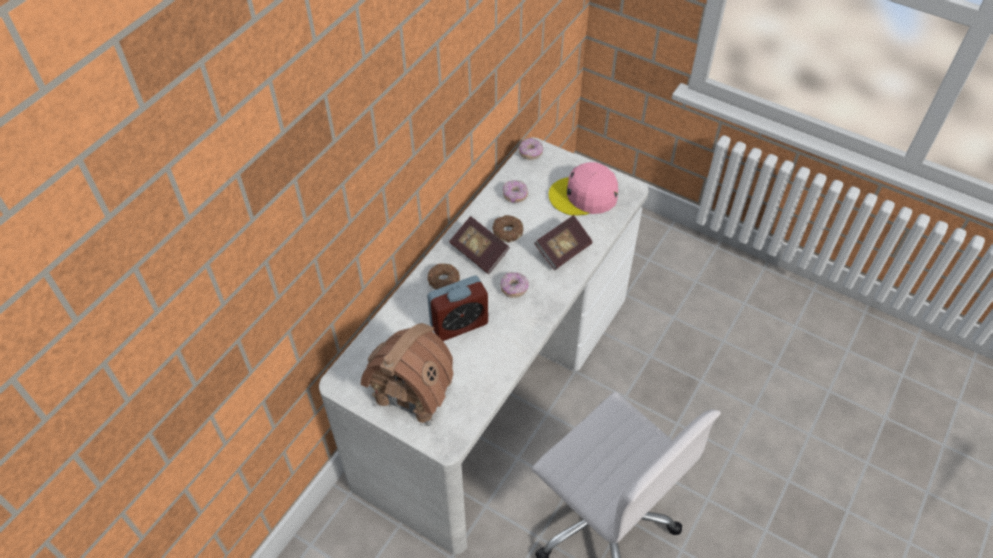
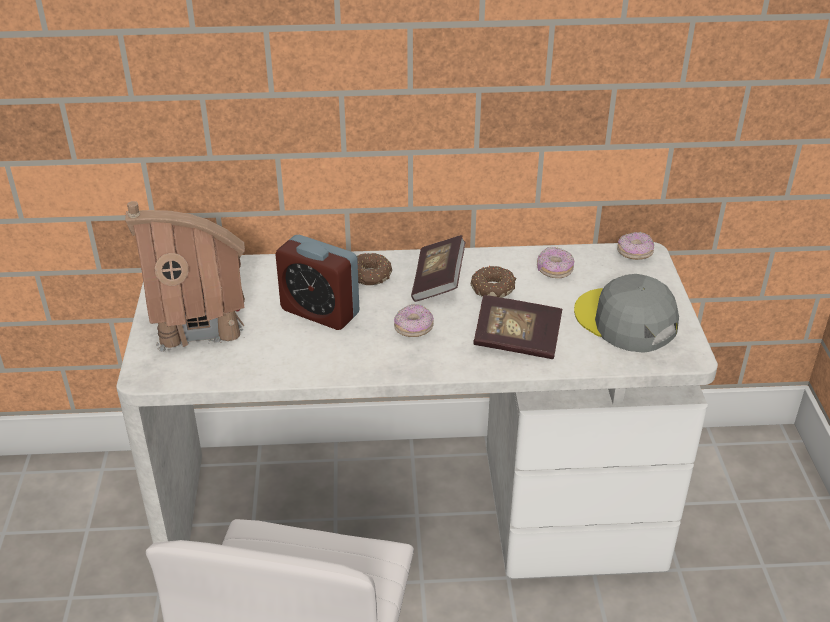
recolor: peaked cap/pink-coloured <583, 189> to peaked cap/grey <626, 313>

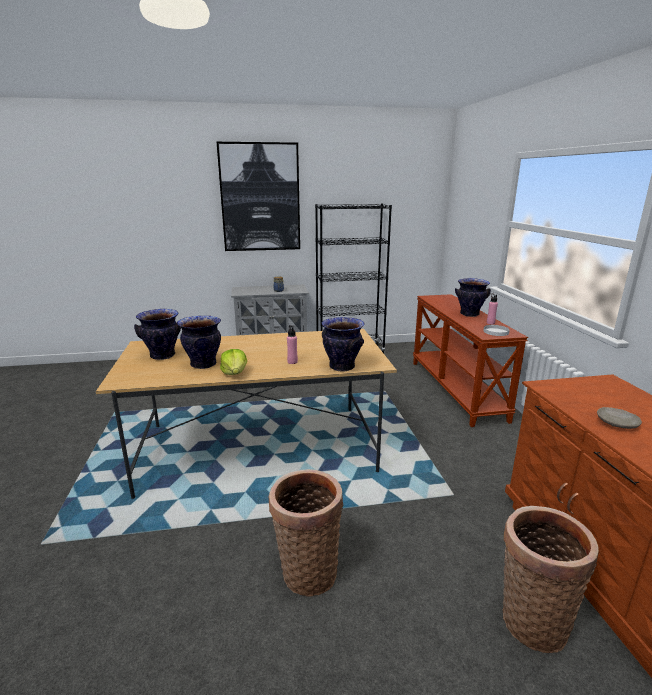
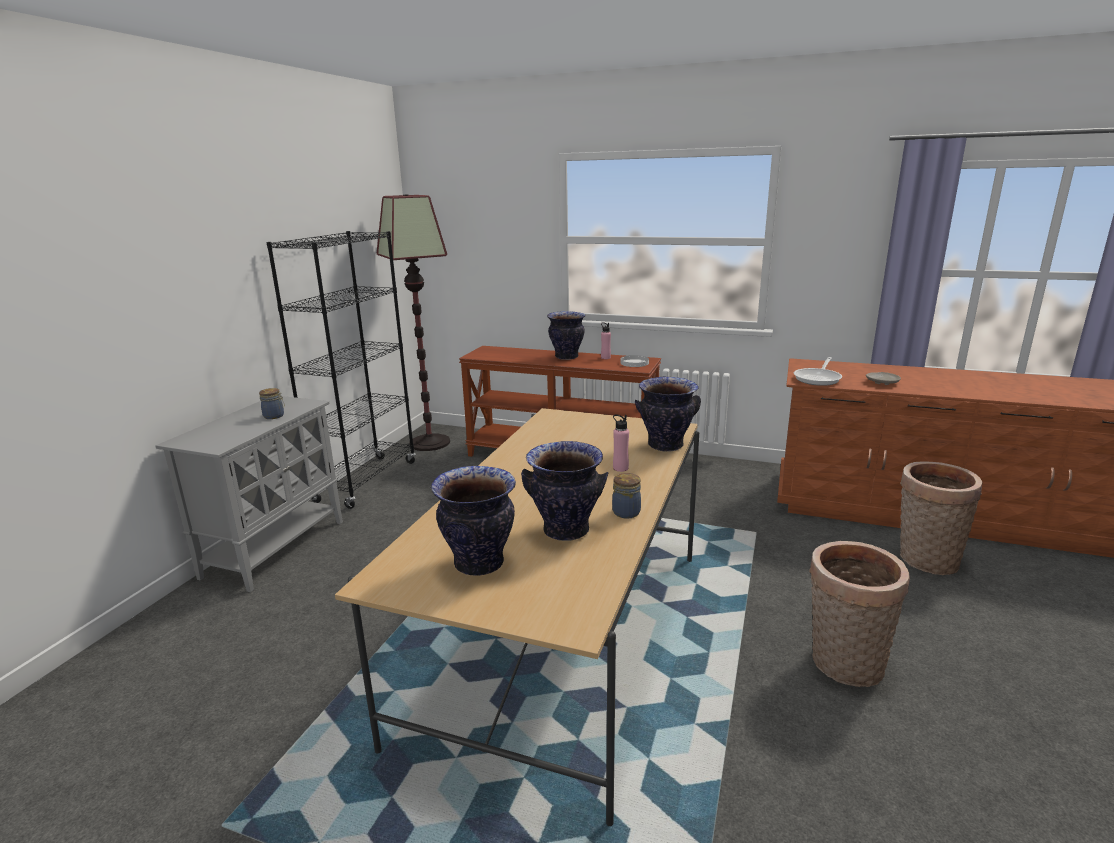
delete: wall picture <258, 196>
insert: standing lamp <413, 323>; frying pan <818, 371>
replace: lettuce <233, 362> to preserve jar <626, 496>

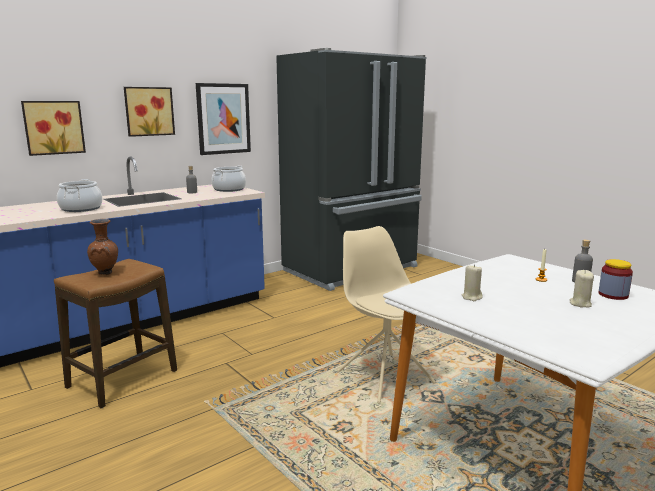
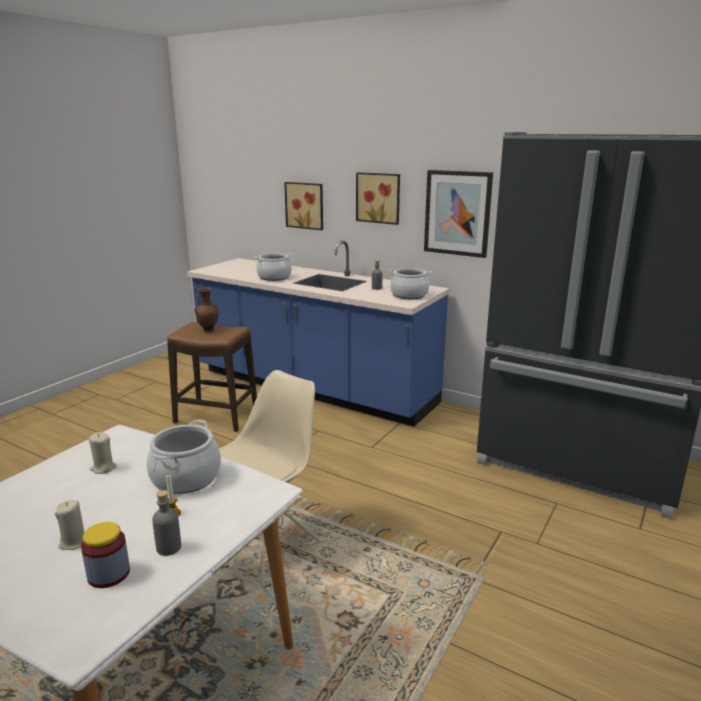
insert: stockpot <183, 457>

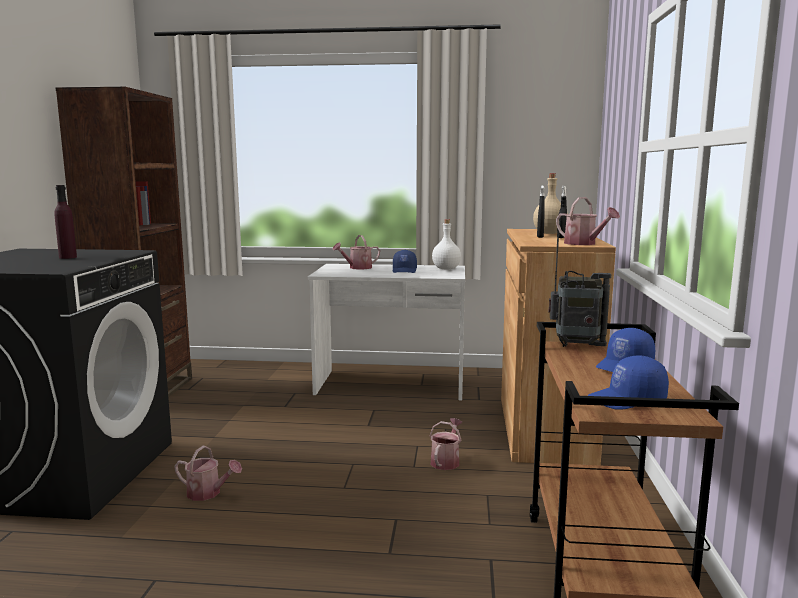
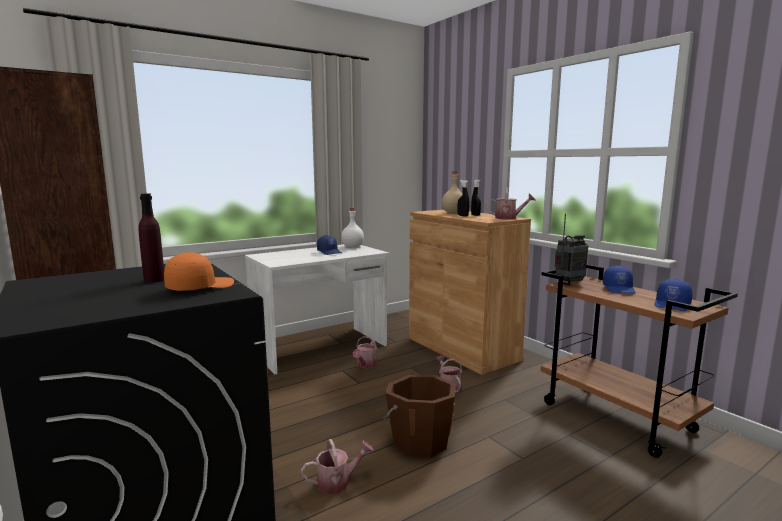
insert: peaked cap/orangey <199, 271>; pail/brown-coloured <419, 416>
move: sprinkling can <356, 252> to <365, 352>

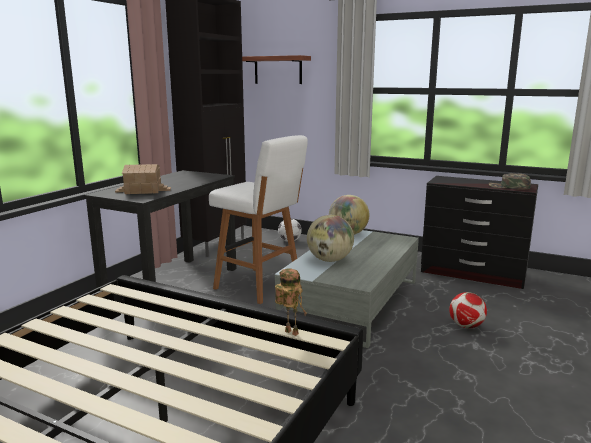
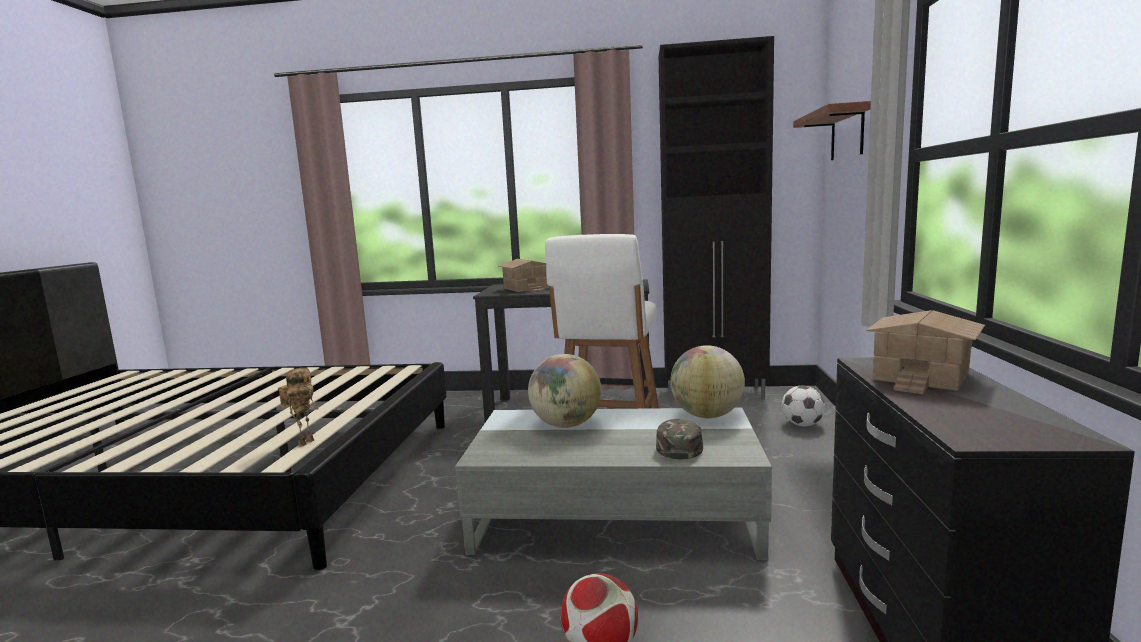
insert: miniature house <925, 352>
move: peaked cap/green-coloured <510, 181> to <679, 439>

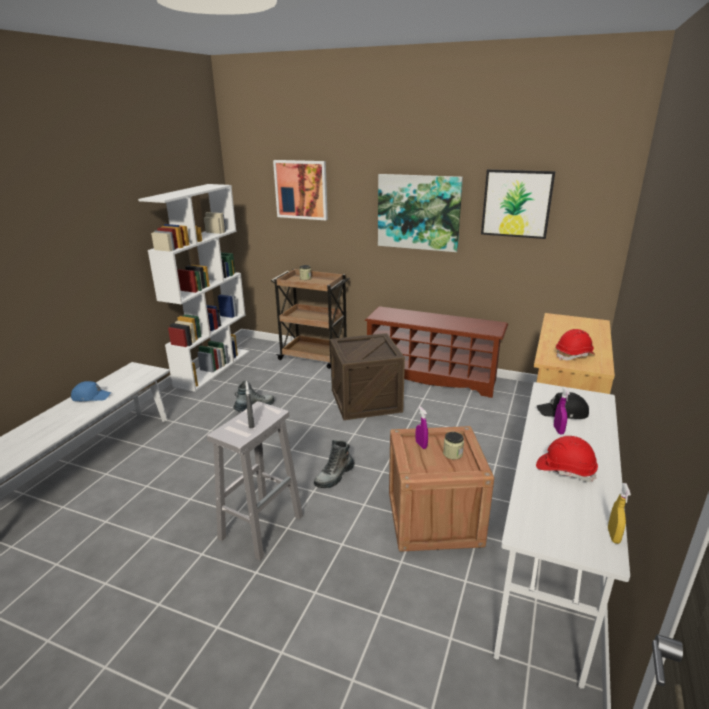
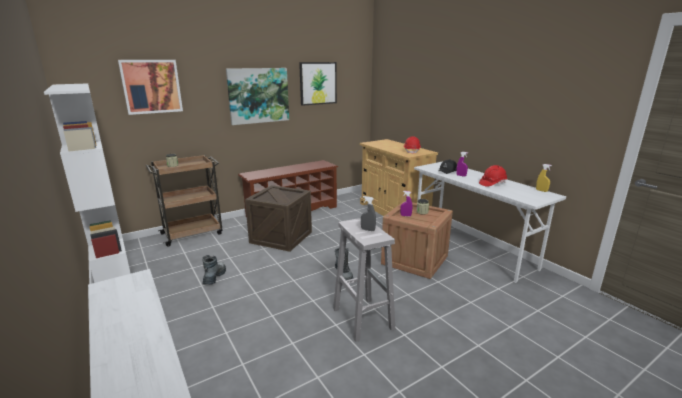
delete: peaked cap/bluish <91, 391>

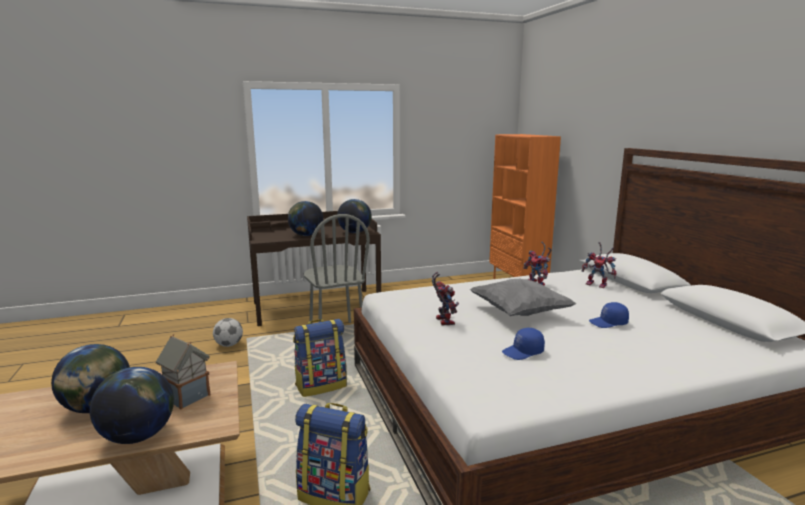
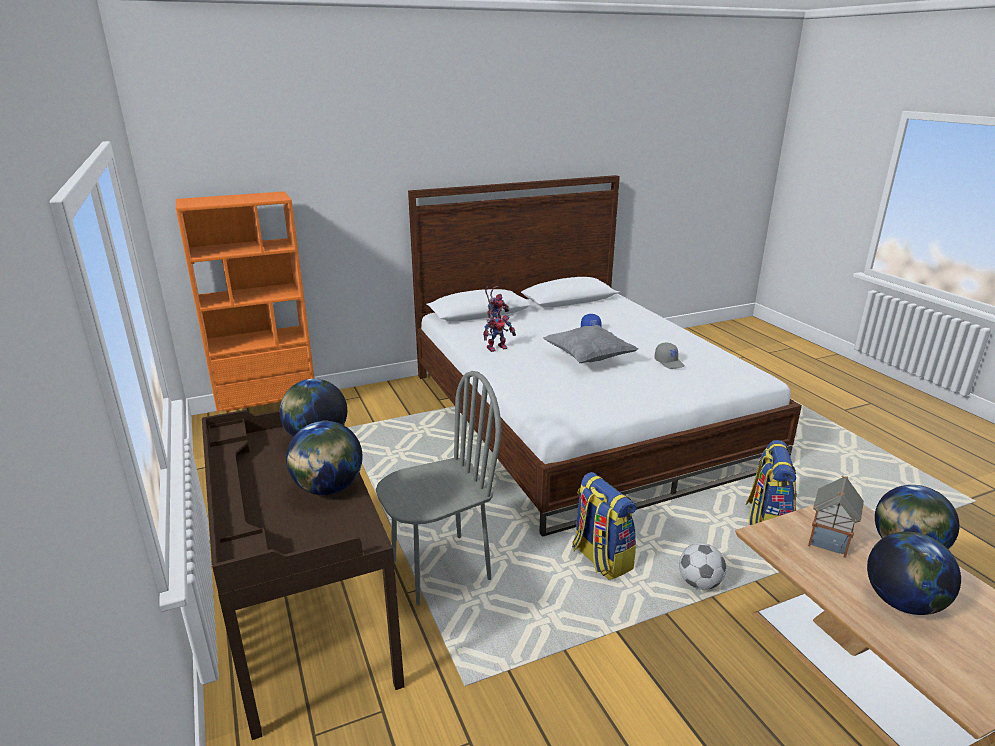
delete: model robot <445, 298>
move: ball for football <228, 332> to <702, 566>
recolor: peaked cap/bluish <523, 344> to peaked cap/grey <669, 356>

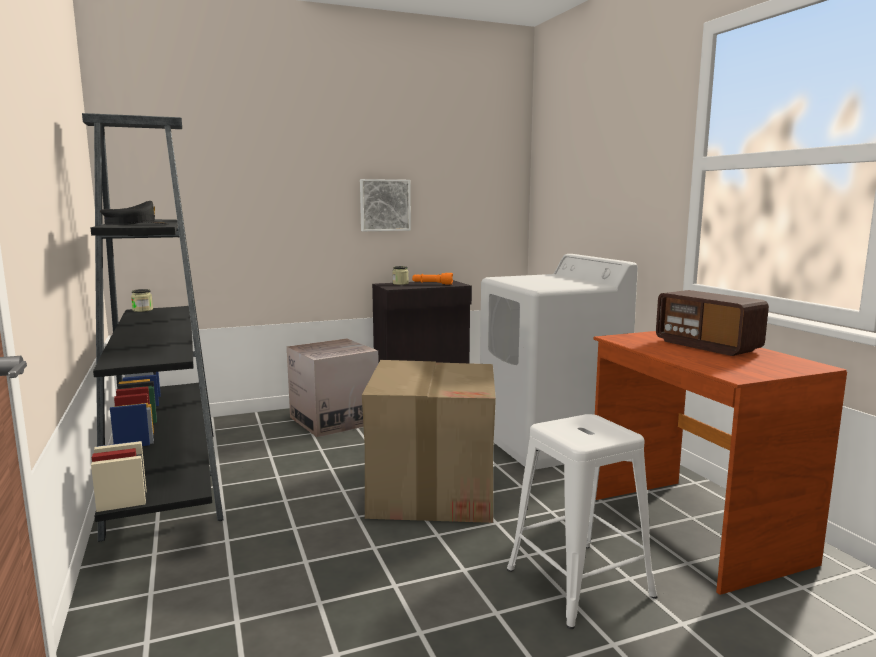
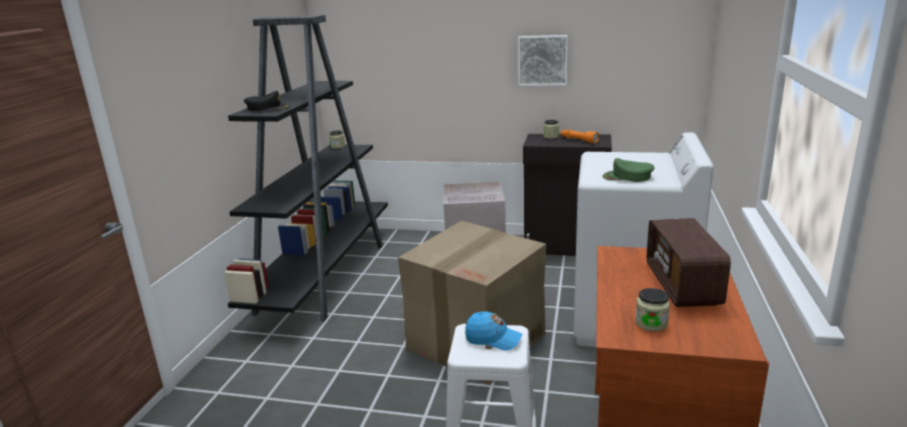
insert: peaked cap/green-coloured <628, 170>; preserve jar <652, 309>; peaked cap/bluish <493, 331>

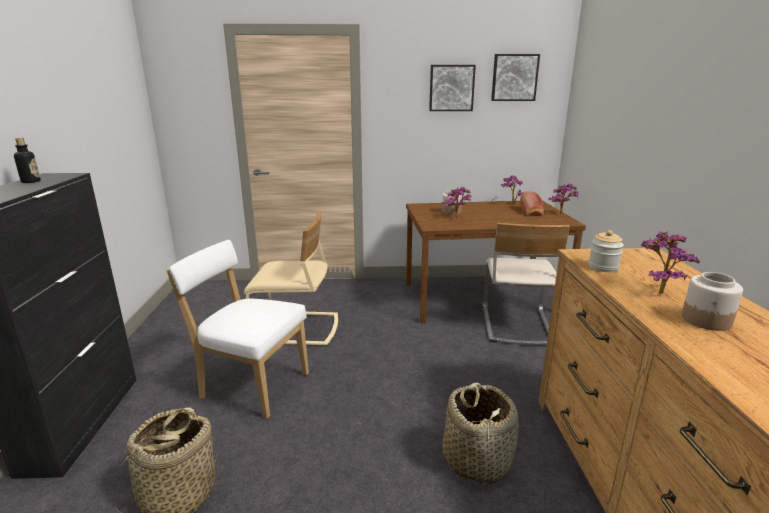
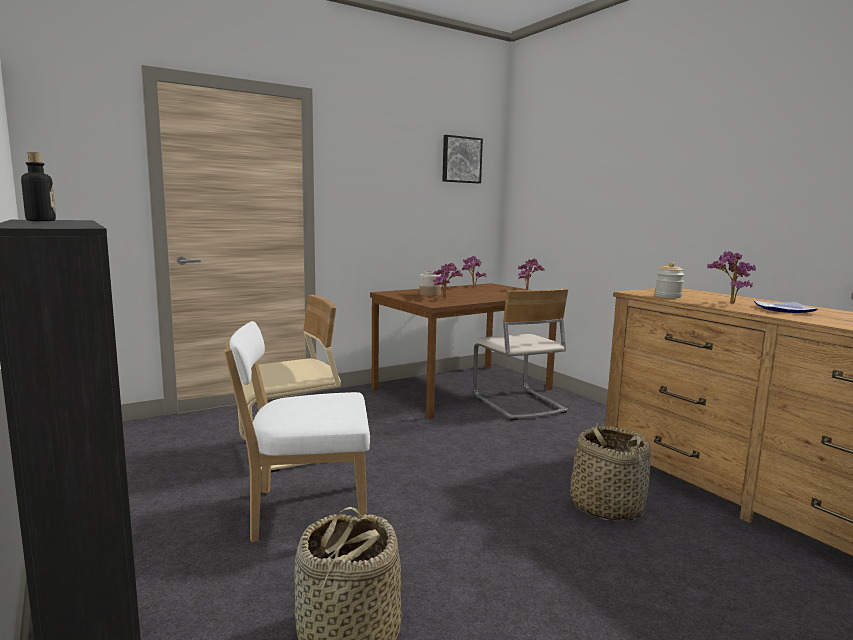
delete: wall picture <452, 88>; baked bread <532, 203>
replace: preserve jar <712, 301> to flat dish <786, 307>

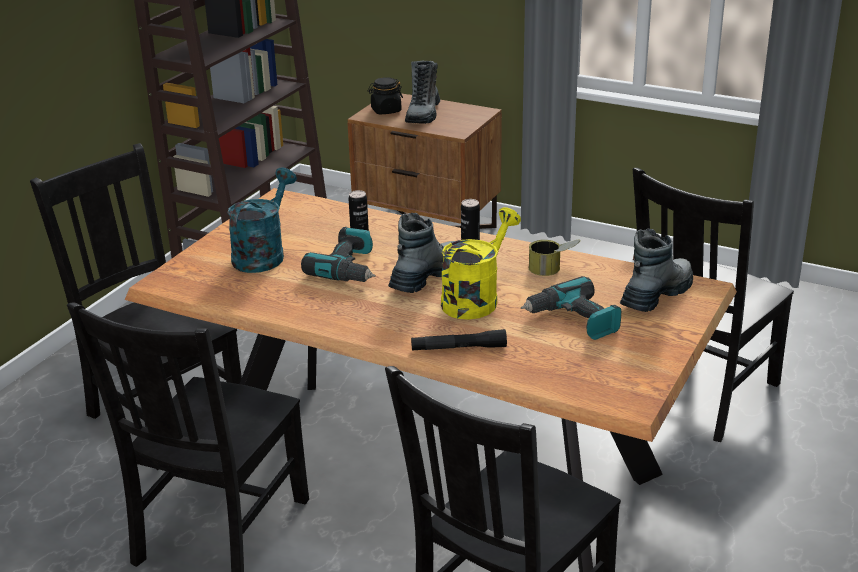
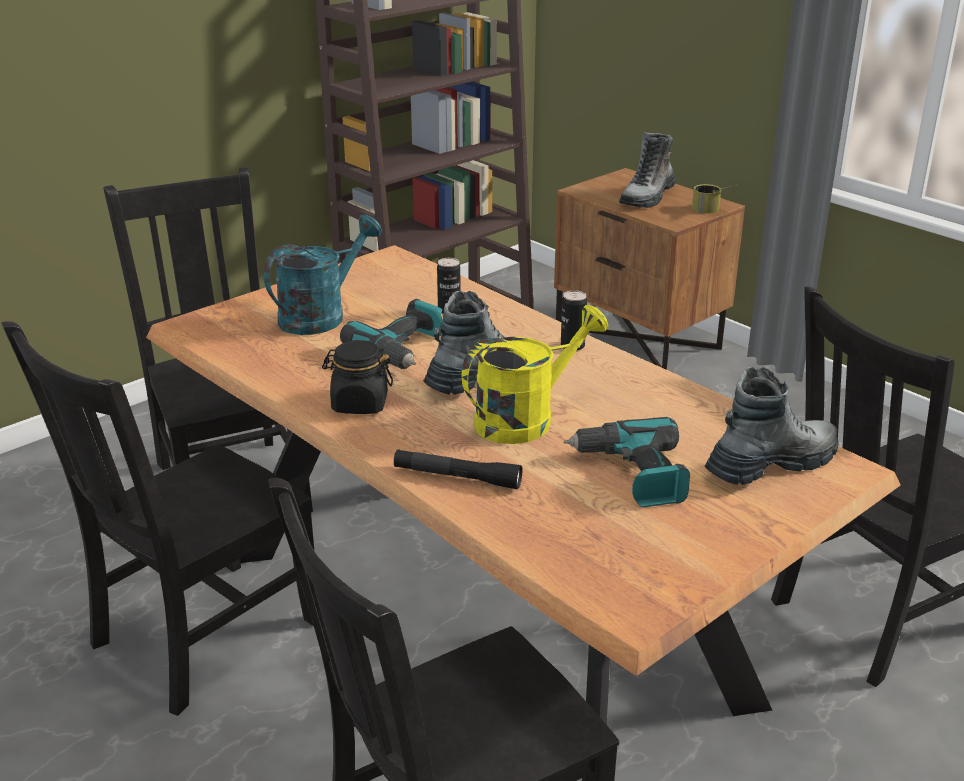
move: preserve jar/black-coloured <385, 95> to <357, 377>; can <554, 258> to <714, 199>

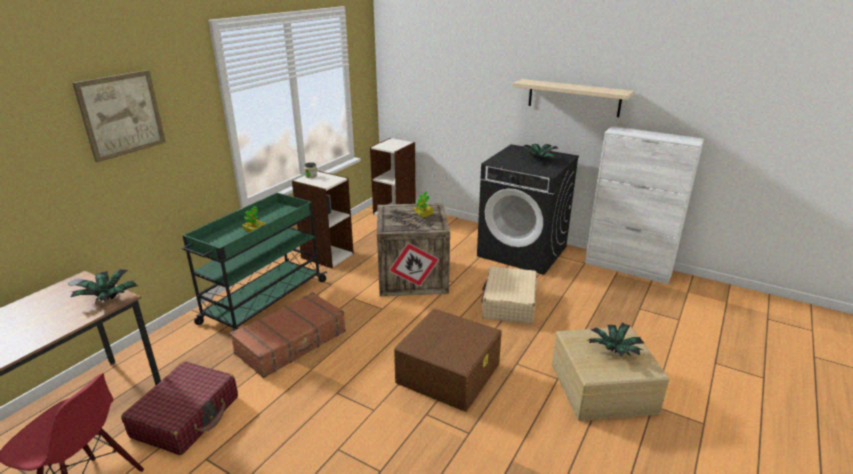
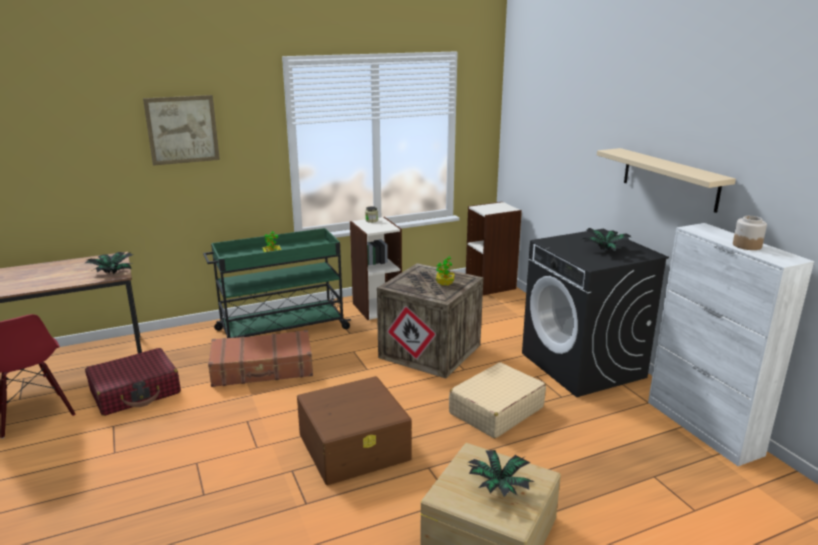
insert: preserve jar <750, 233>

